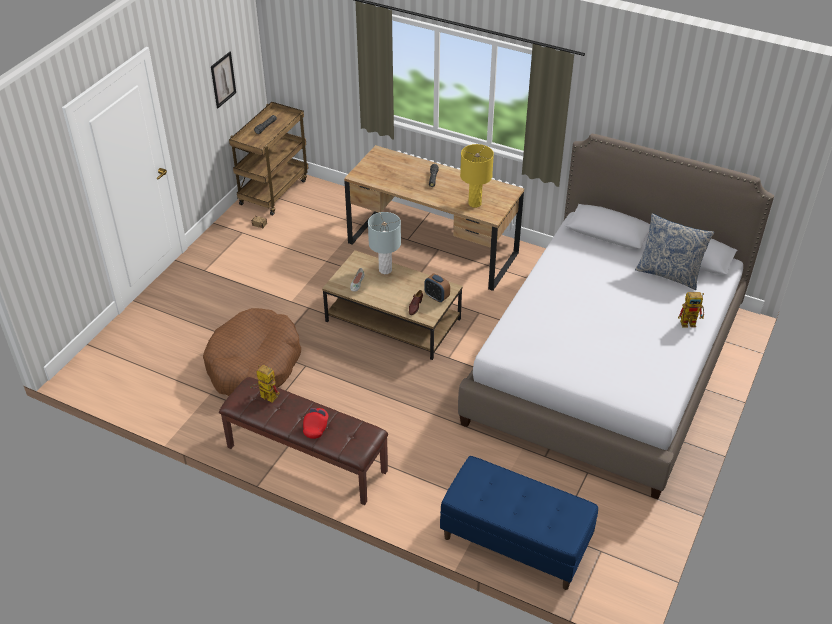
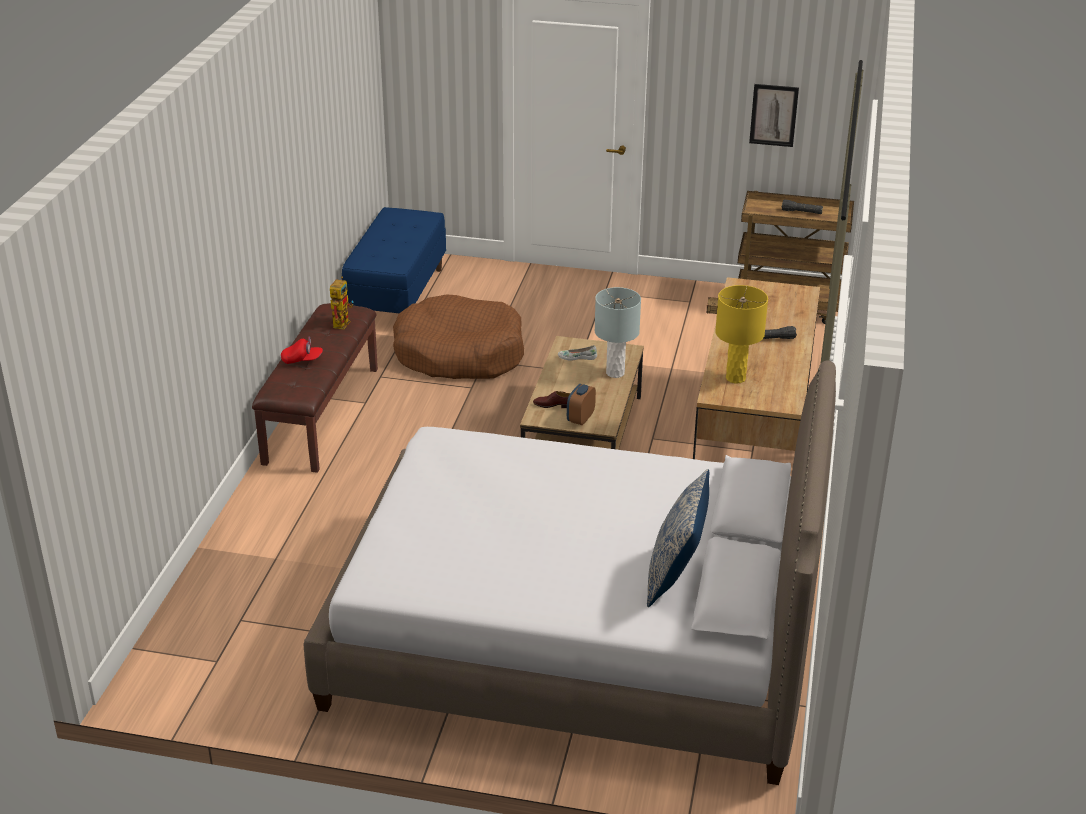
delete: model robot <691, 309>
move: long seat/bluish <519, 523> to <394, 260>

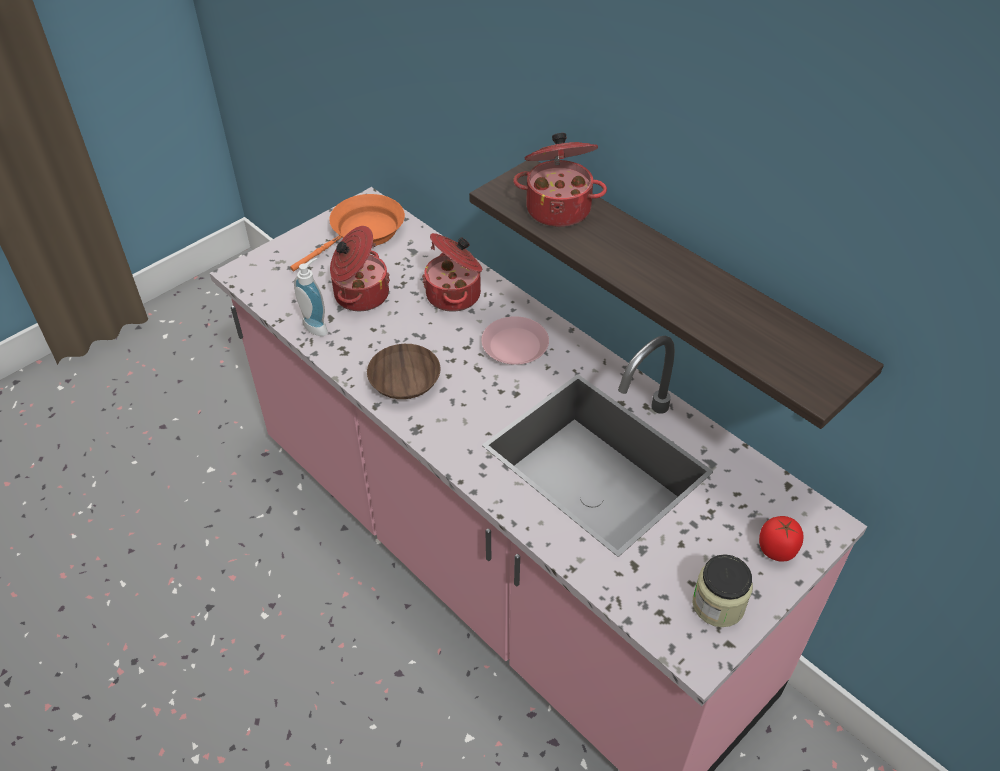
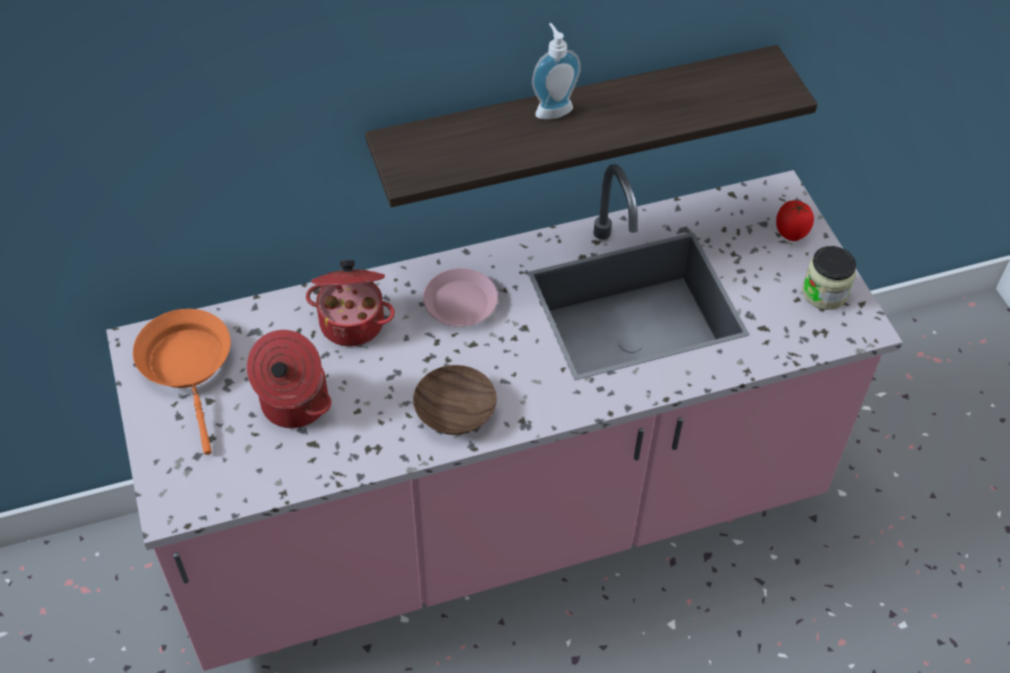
delete: stockpot <560, 180>
move: liquid soap bottle <311, 297> to <556, 71>

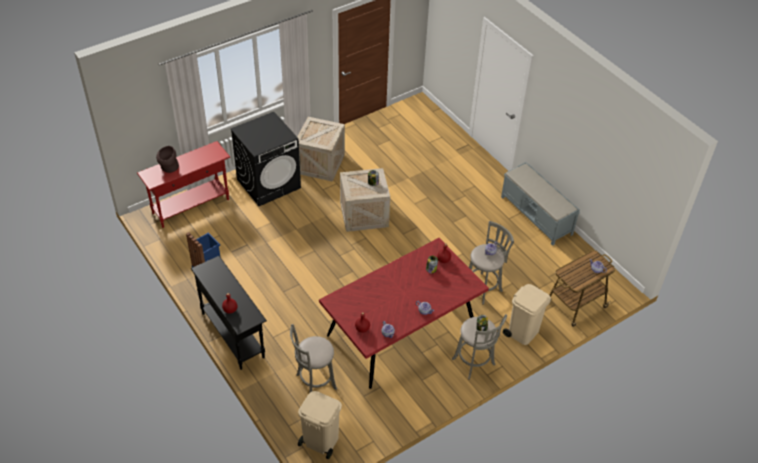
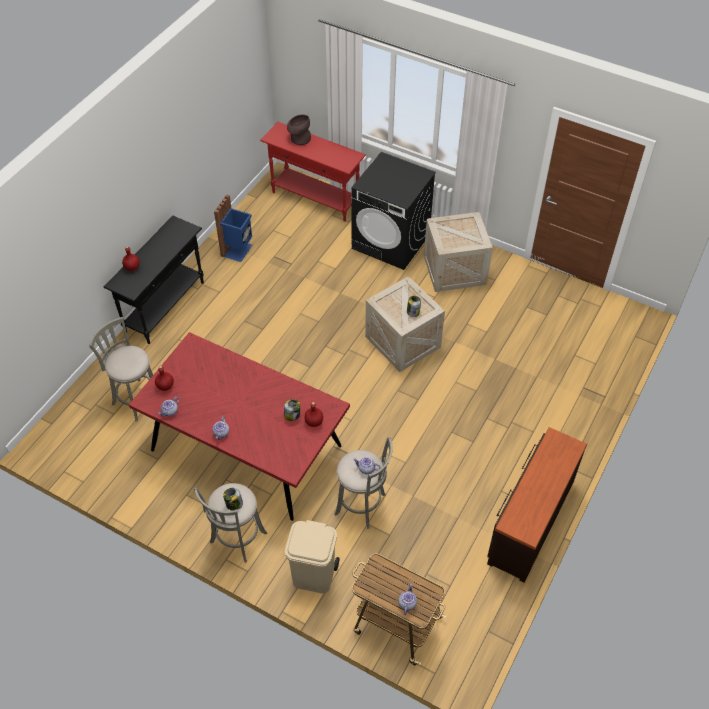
delete: rubbish bin/beige-coloured <320, 425>
replace: long seat/grey <540, 204> to chest of drawers/brown-coloured <537, 505>

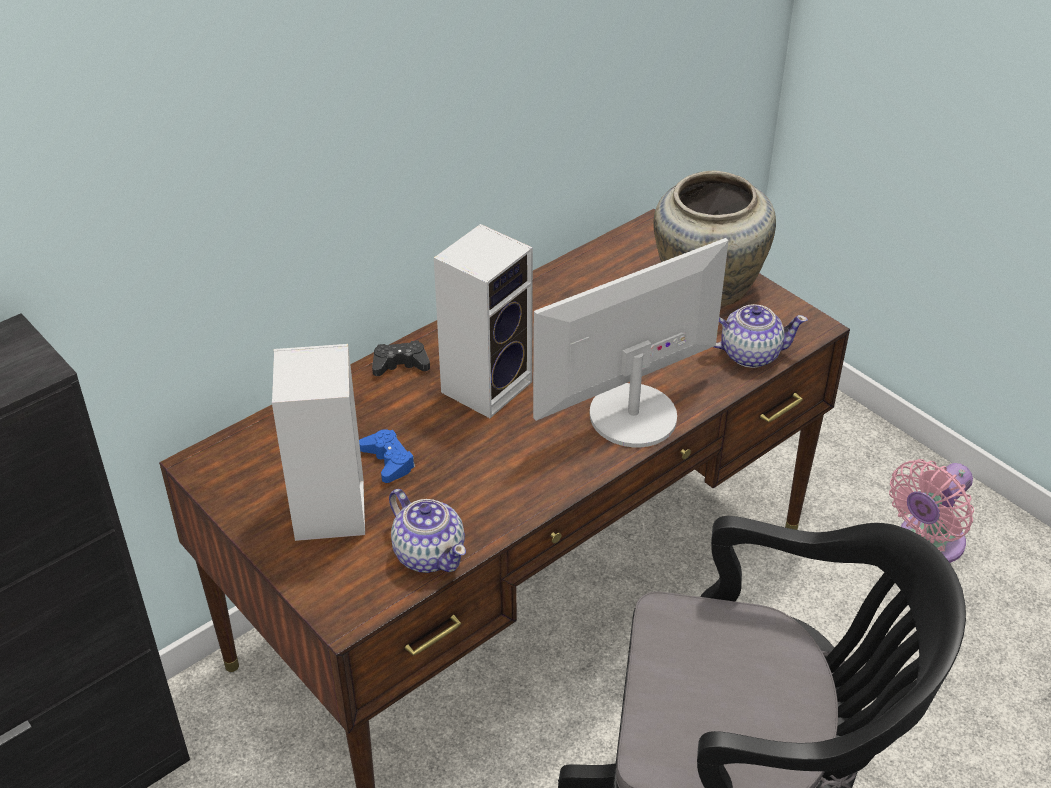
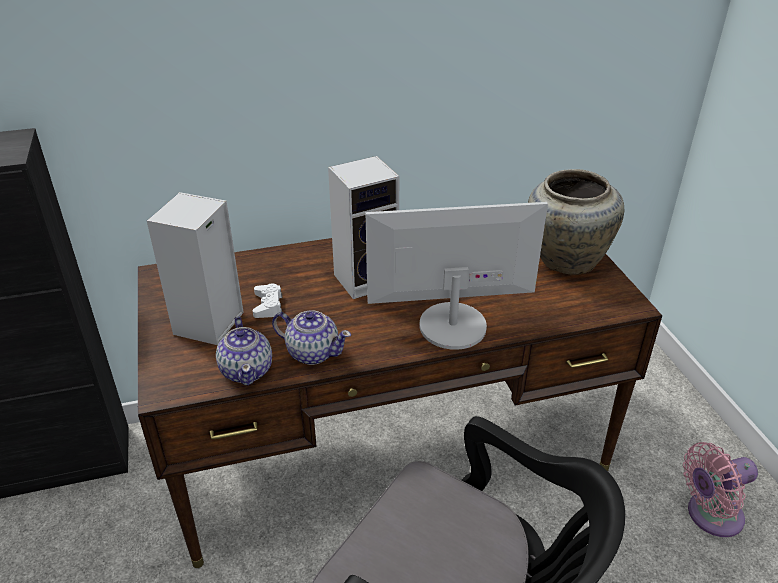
delete: joypad/black-coloured <401, 358>
move: pot for tea <761, 336> to <311, 338>
recolor: joypad/bluish <387, 456> to joypad/white <267, 301>

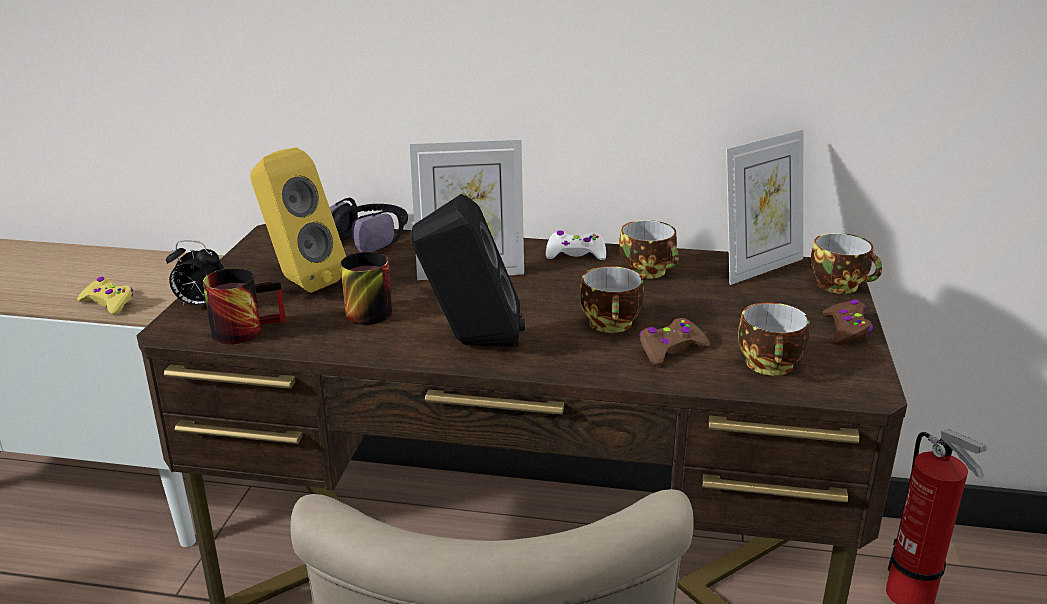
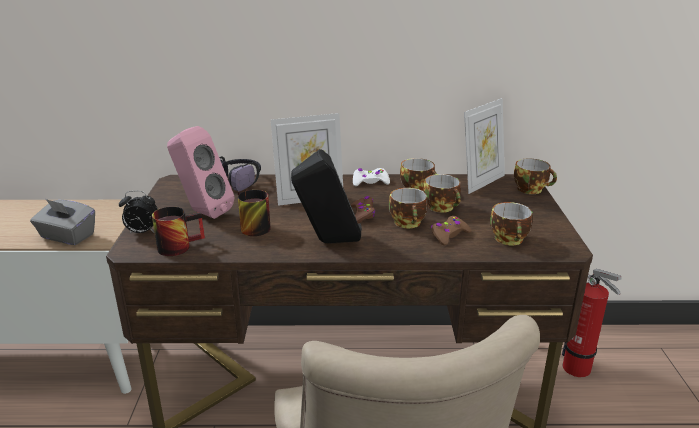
insert: small cup <442, 193>
move: joypad/brown-coloured <848, 322> to <363, 209>
replace: joypad/yellowish <105, 296> to tissue holder/grey <62, 222>
recolor: loudspeaker/yellowish <298, 220> to loudspeaker/pink-coloured <200, 172>

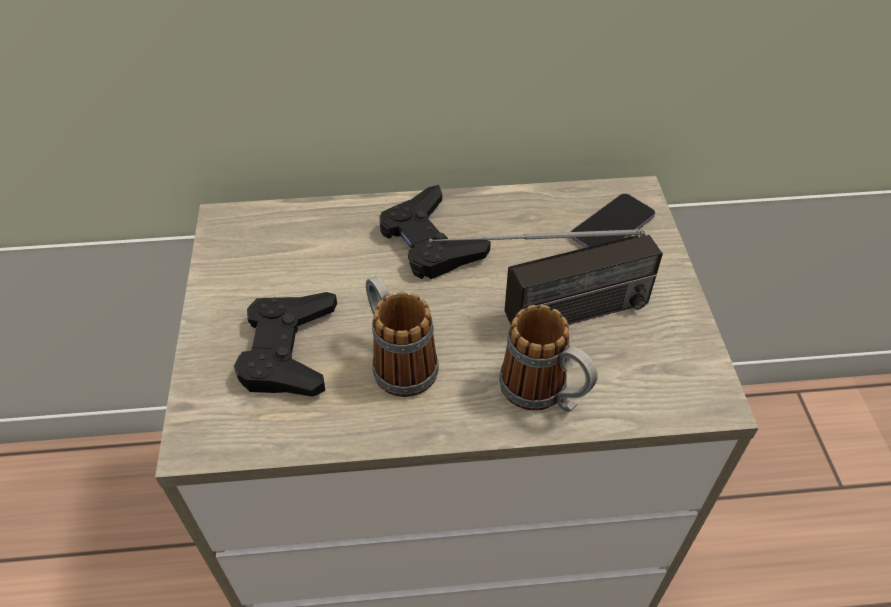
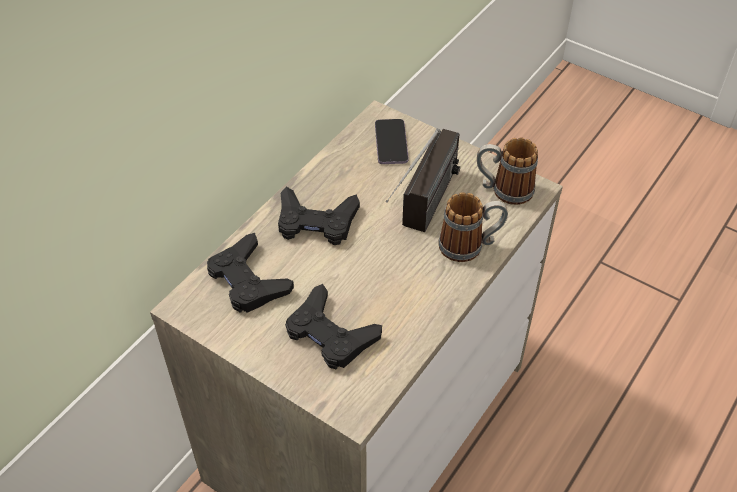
insert: joypad/black-coloured <250, 273>
move: tea mug <402, 336> to <507, 171>

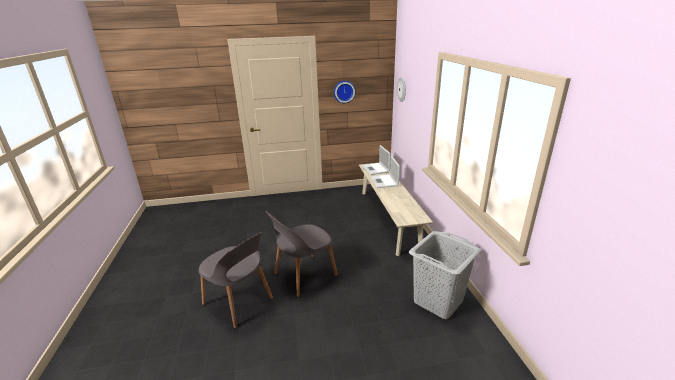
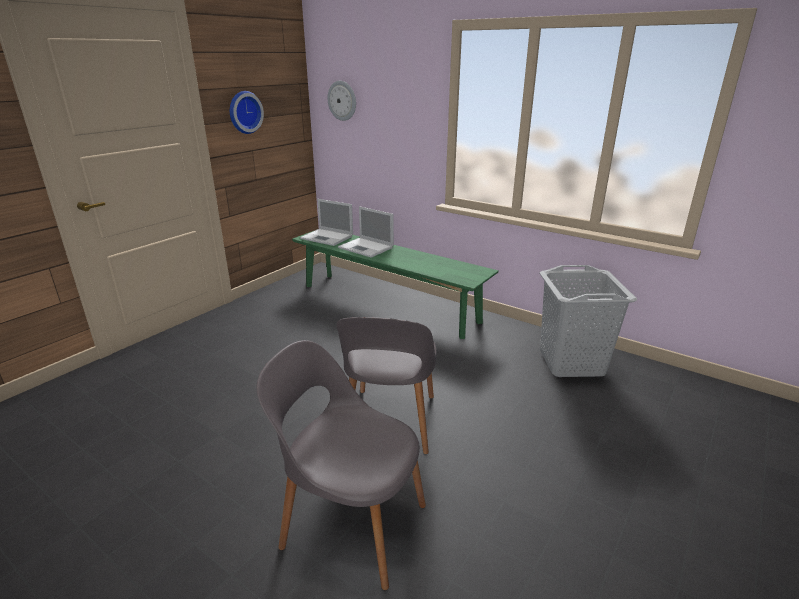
recolor: long seat/beige-coloured <396, 209> to long seat/green-coloured <395, 285>
rotate: chair/grey <236, 280> = <341, 465> 150 degrees counterclockwise

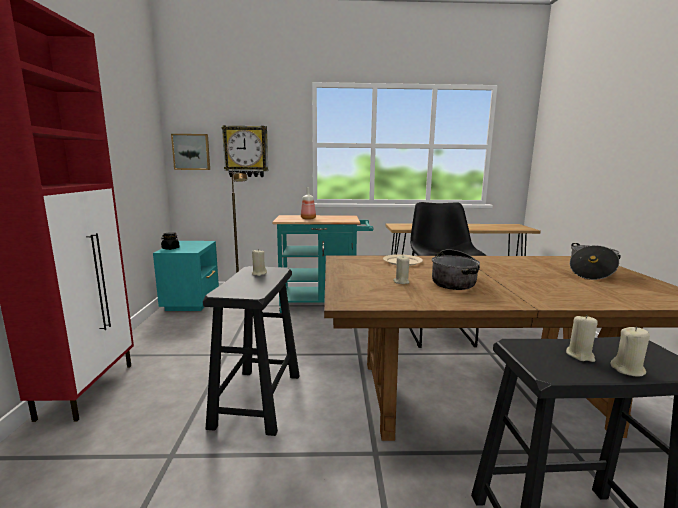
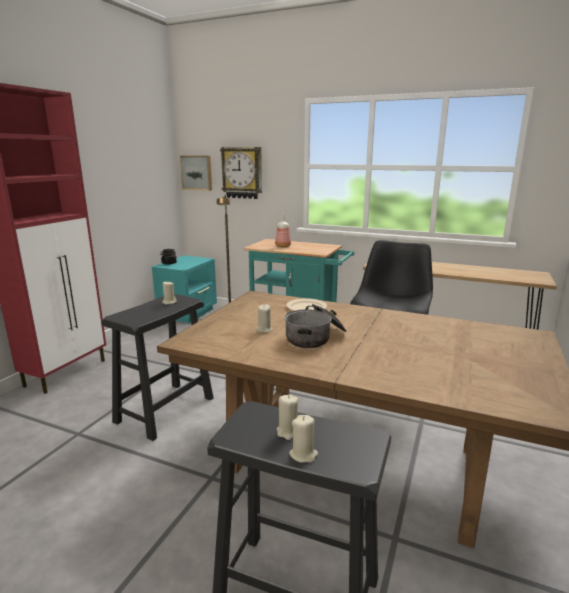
delete: stockpot <595, 261>

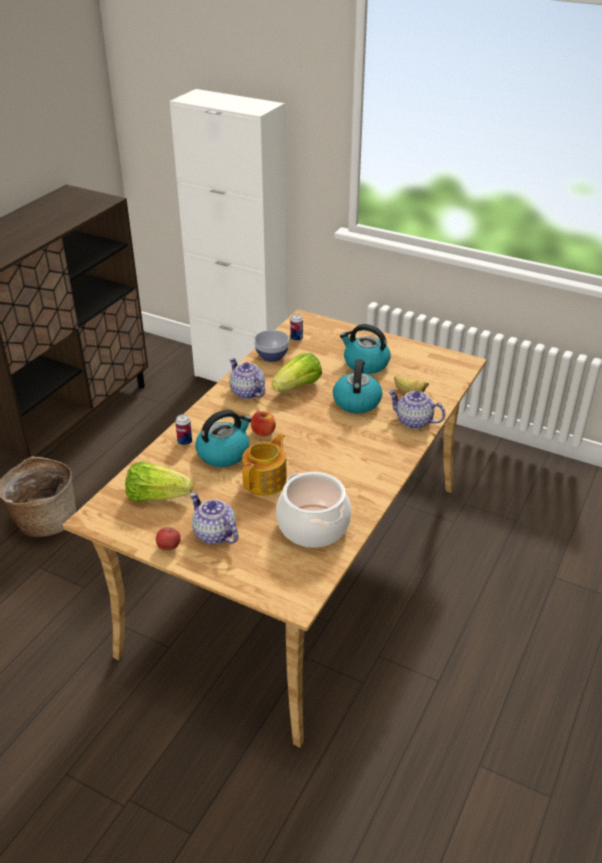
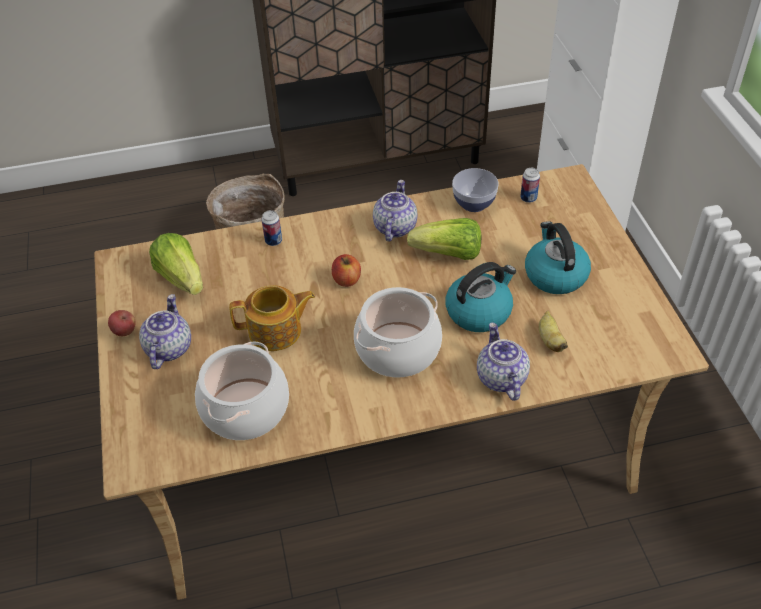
delete: kettle <223, 438>
insert: stockpot <398, 332>

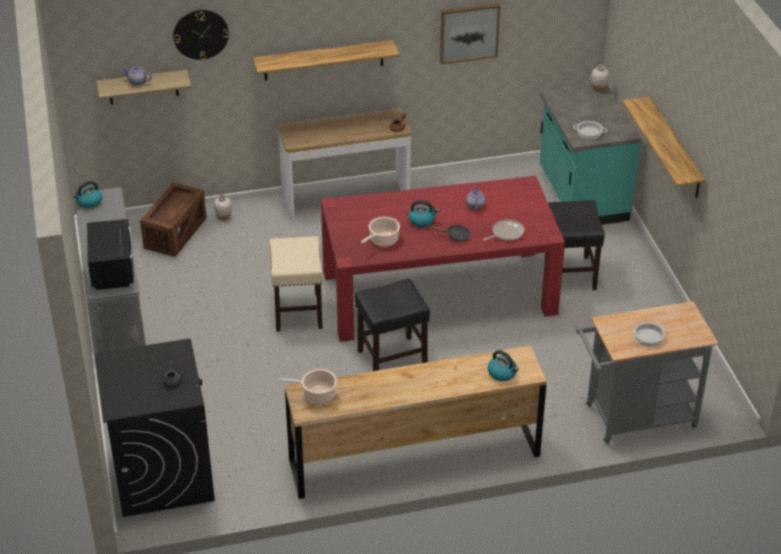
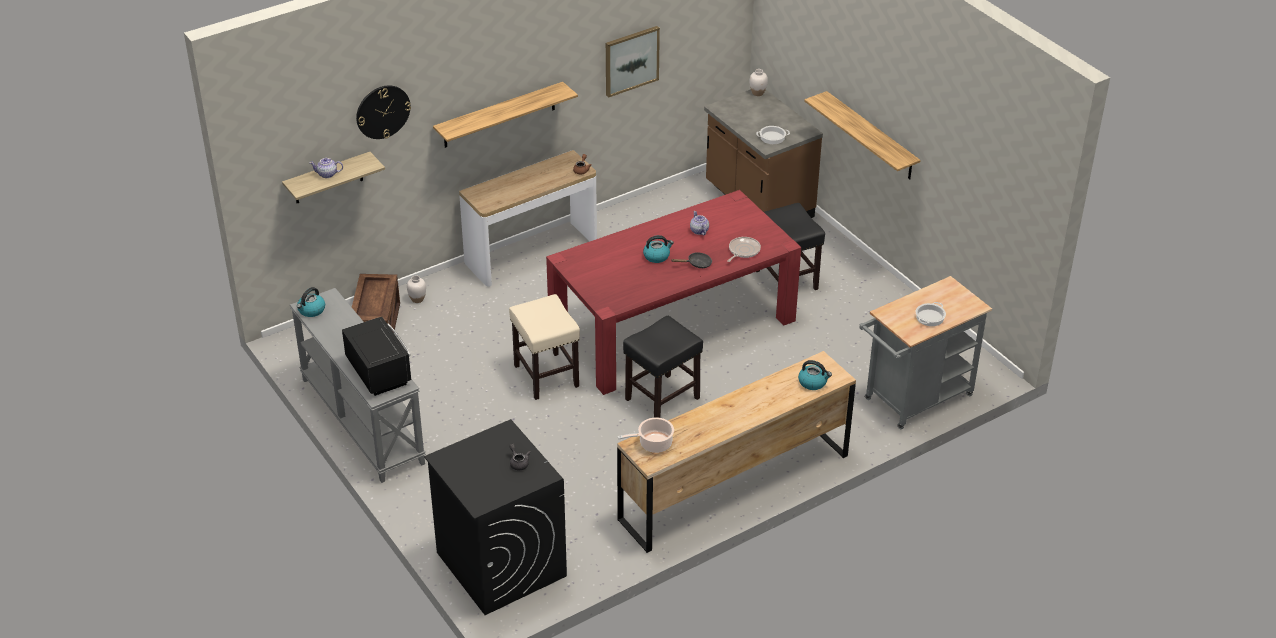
delete: stockpot <380, 232>
recolor: kitchen counter/blue-green <591, 155> to kitchen counter/brown-coloured <763, 153>

